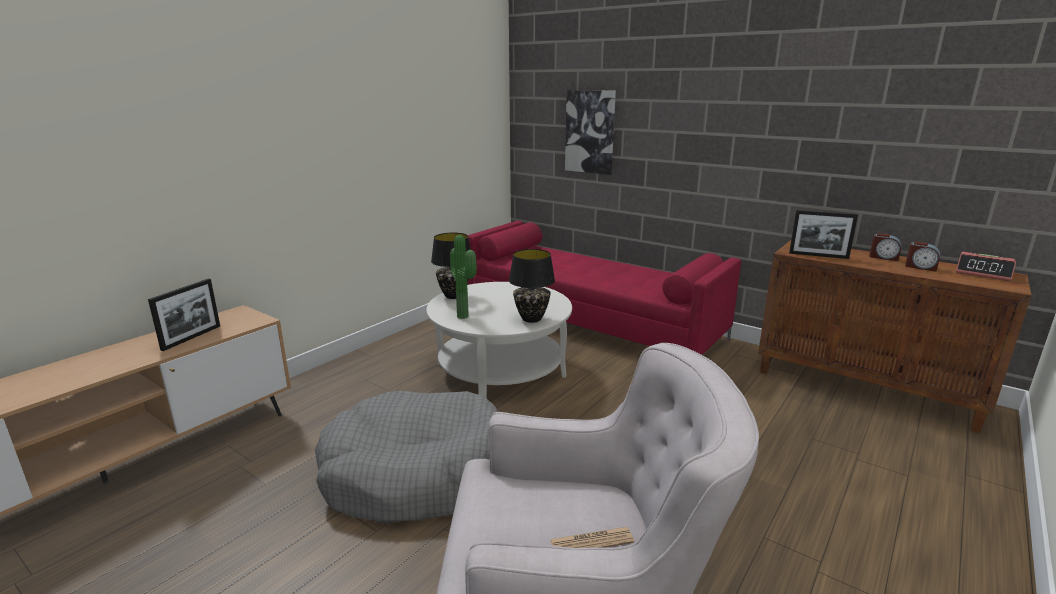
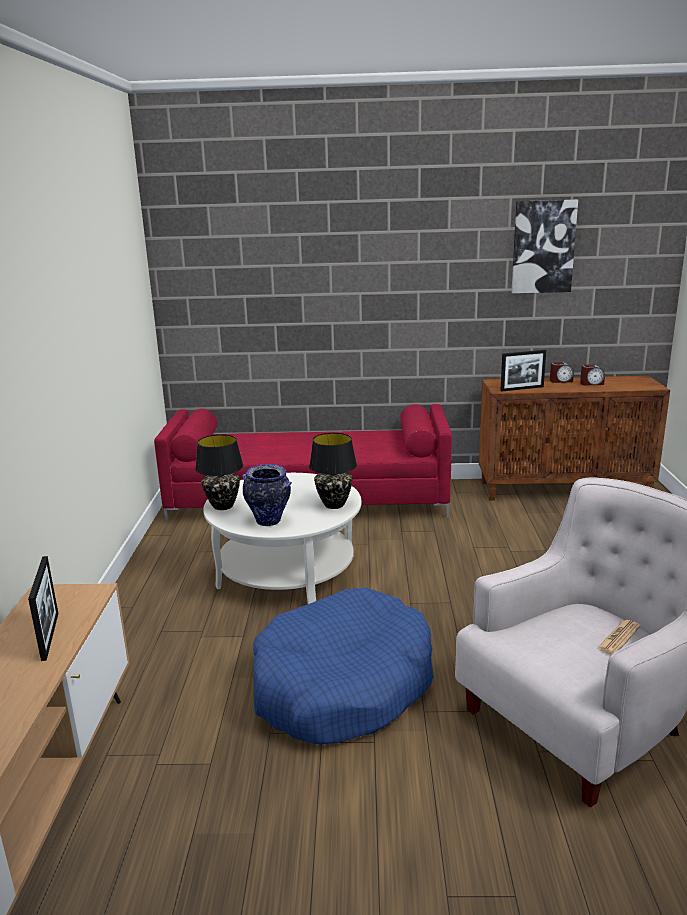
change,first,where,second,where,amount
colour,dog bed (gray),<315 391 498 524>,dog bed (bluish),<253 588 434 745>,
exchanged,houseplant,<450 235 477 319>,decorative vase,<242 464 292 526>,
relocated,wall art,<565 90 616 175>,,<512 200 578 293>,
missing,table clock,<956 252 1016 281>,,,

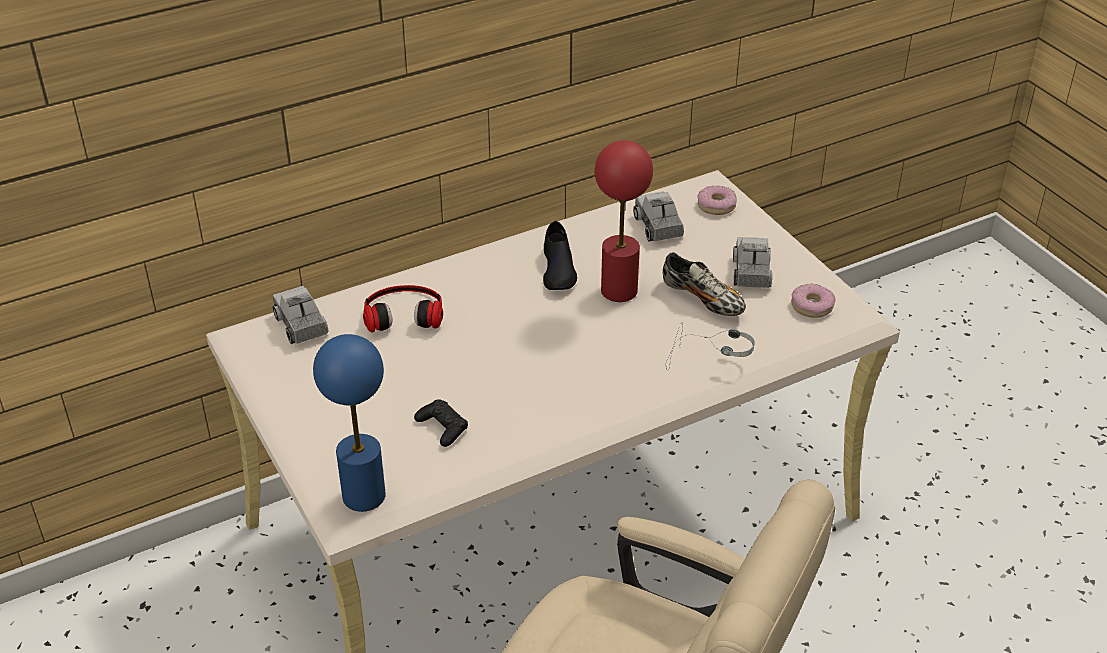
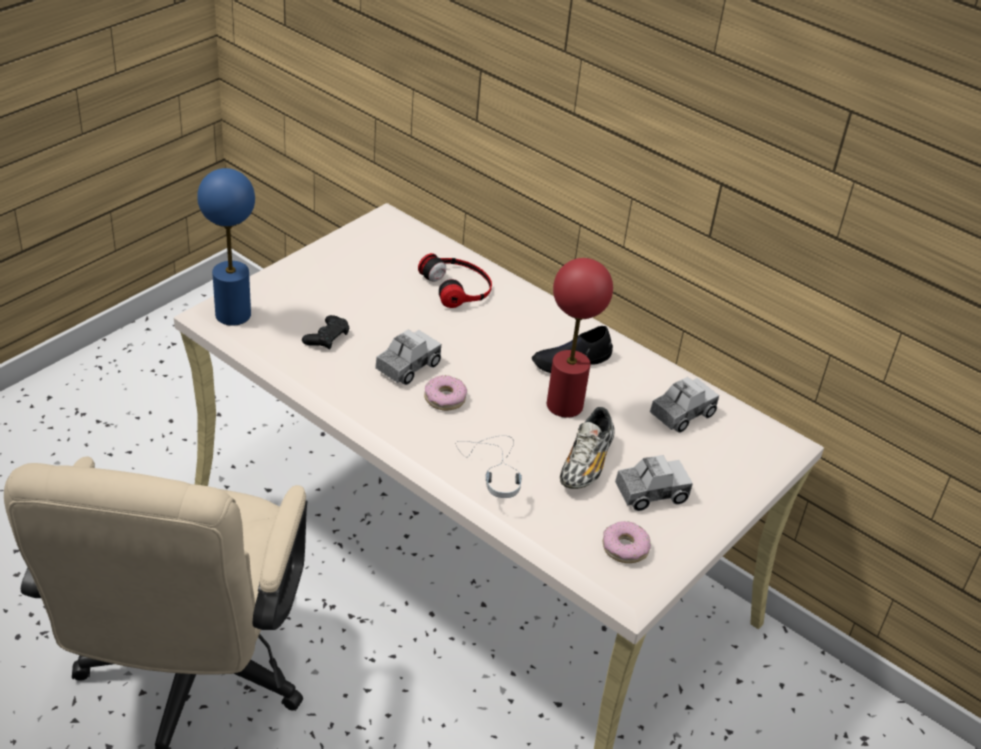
change,first,where,second,where,amount
relocated,toy lorry,<273 286 328 344>,,<375 329 441 385>,
relocated,donut,<697 185 737 215>,,<424 375 467 411>,

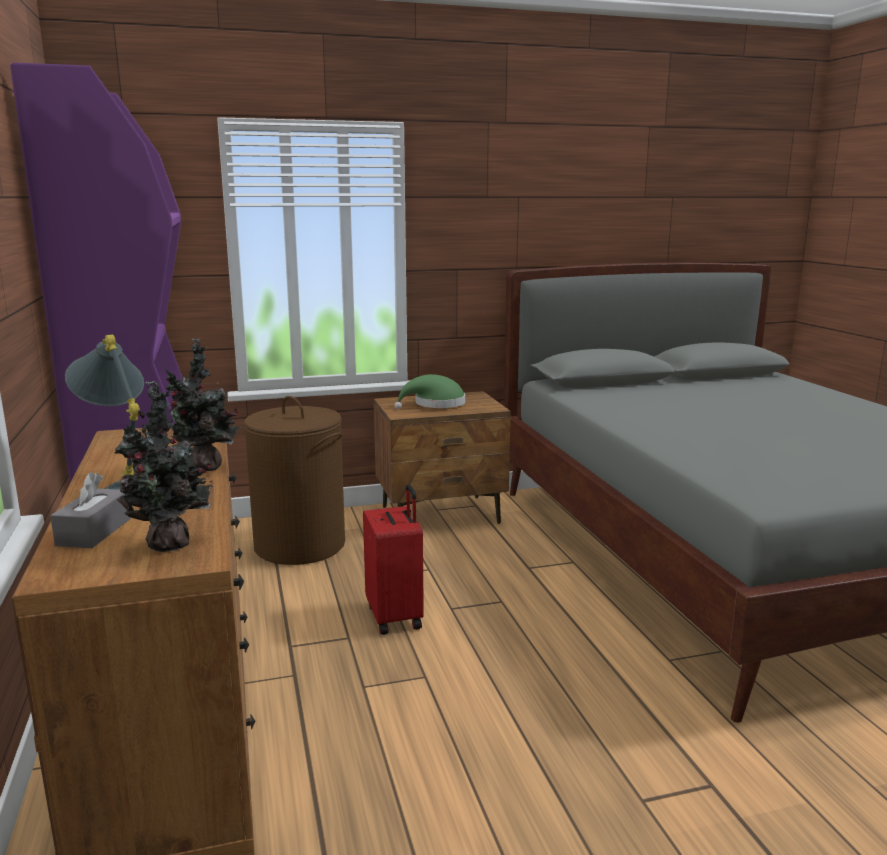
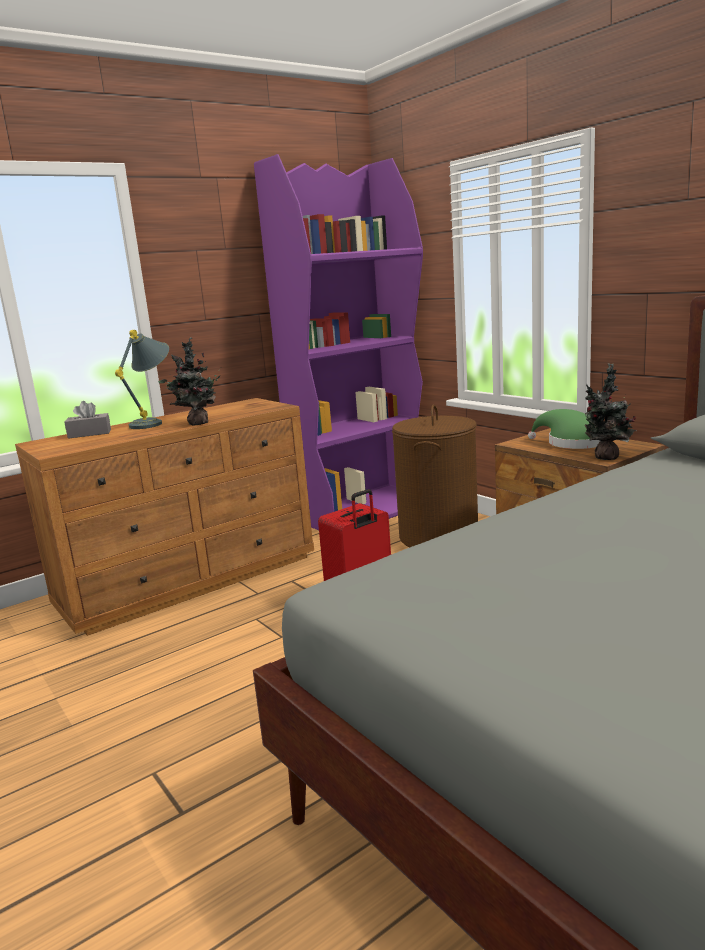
change,first,where,second,where,amount
relocated,houseplant,<115 381 213 552>,,<585 363 637 460>,

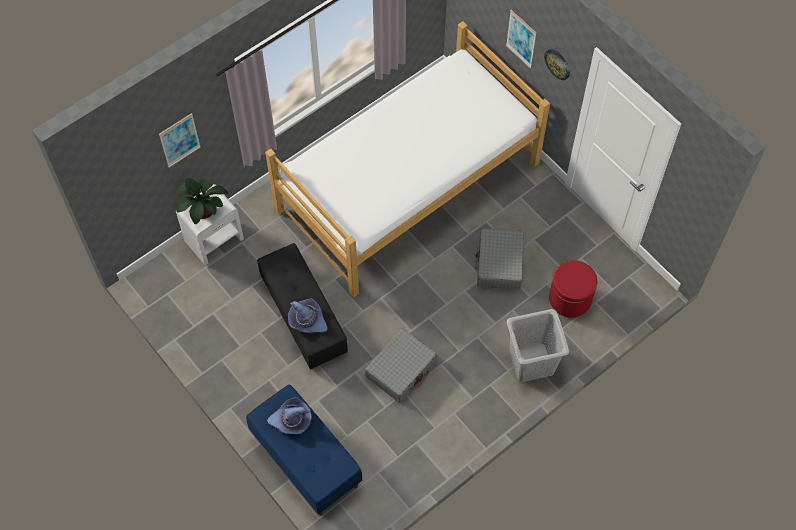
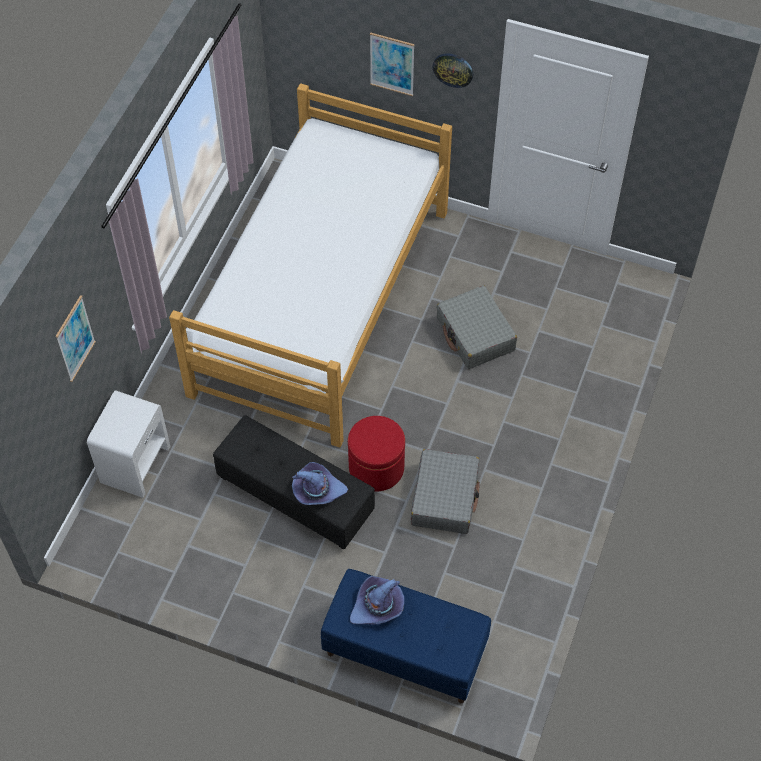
change,first,where,second,where,amount
missing,houseplant,<176 177 228 224>,,,
missing,laundry basket (gray),<507 309 569 382>,,,
relocated,pouffe (red-coloured),<549 260 597 318>,,<348 416 405 491>,

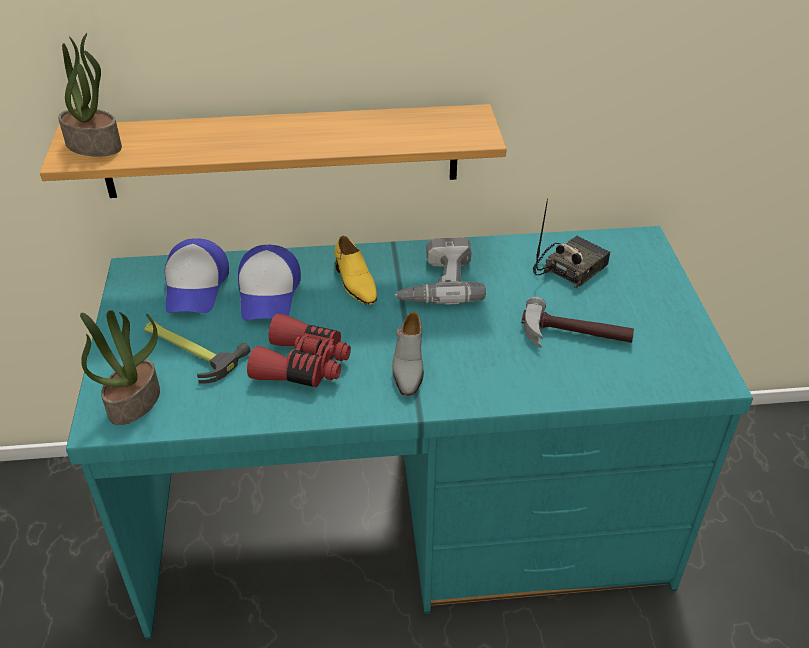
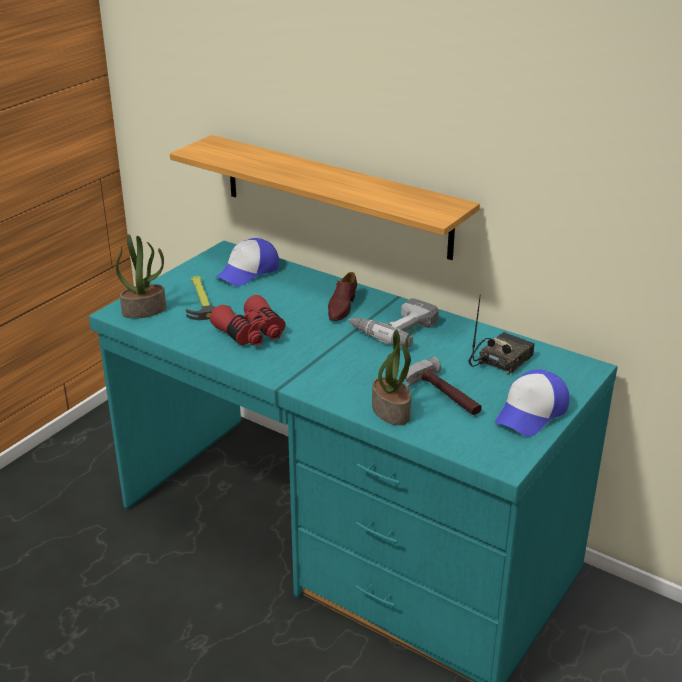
change,first,where,second,where,amount
relocated,houseplant,<58 33 122 157>,,<372 328 416 425>,
relocated,cap,<238 245 301 321>,,<495 369 570 437>,
colour,shoe (yellow-coloured),<335 236 377 305>,shoe (brown-coloured),<328 272 357 321>,
missing,shoe (gray),<392 312 424 396>,,,
spun,radio,<533 199 610 288>,,<468 297 535 375>,45 degrees counterclockwise

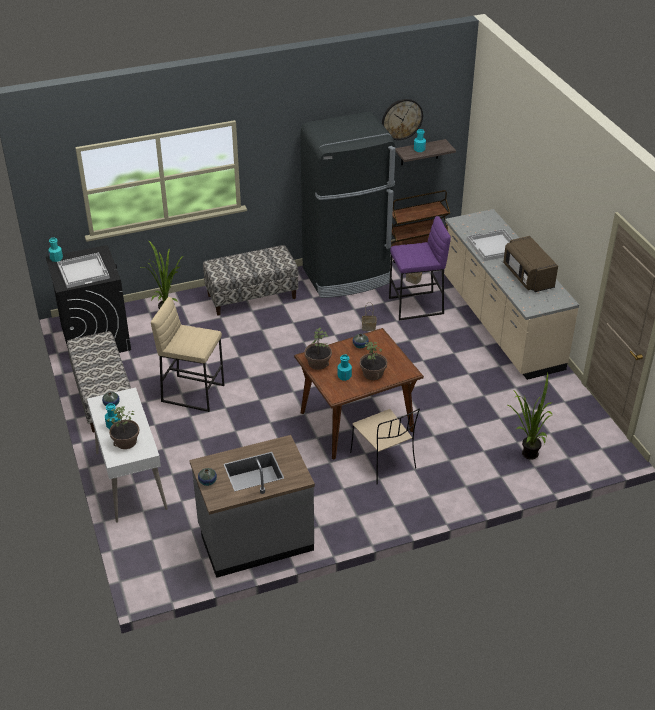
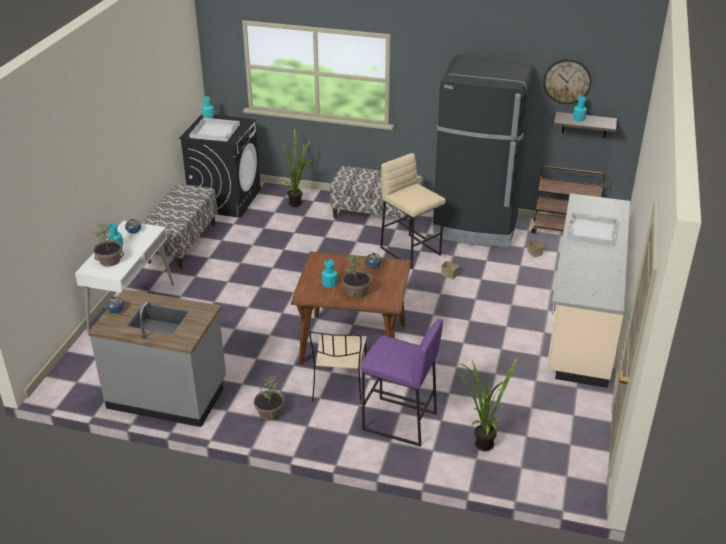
change,first,where,second,where,amount
relocated,sitting stool (beige),<151 297 224 412>,,<380 153 446 269>,
relocated,houseplant,<305 328 332 370>,,<254 376 284 420>,
relocated,sitting stool (purple-coloured),<389 216 451 321>,,<360 319 443 447>,
missing,microwave (brown-coloured),<503 236 558 292>,,,

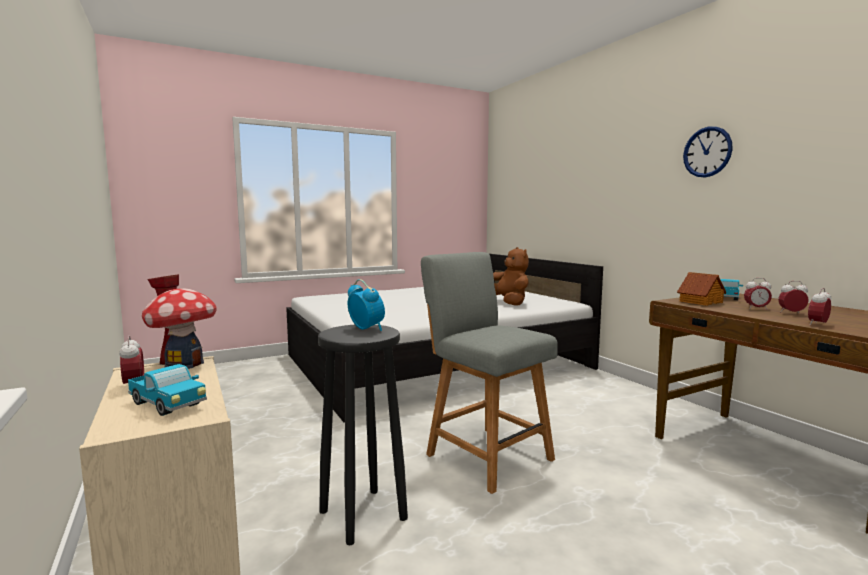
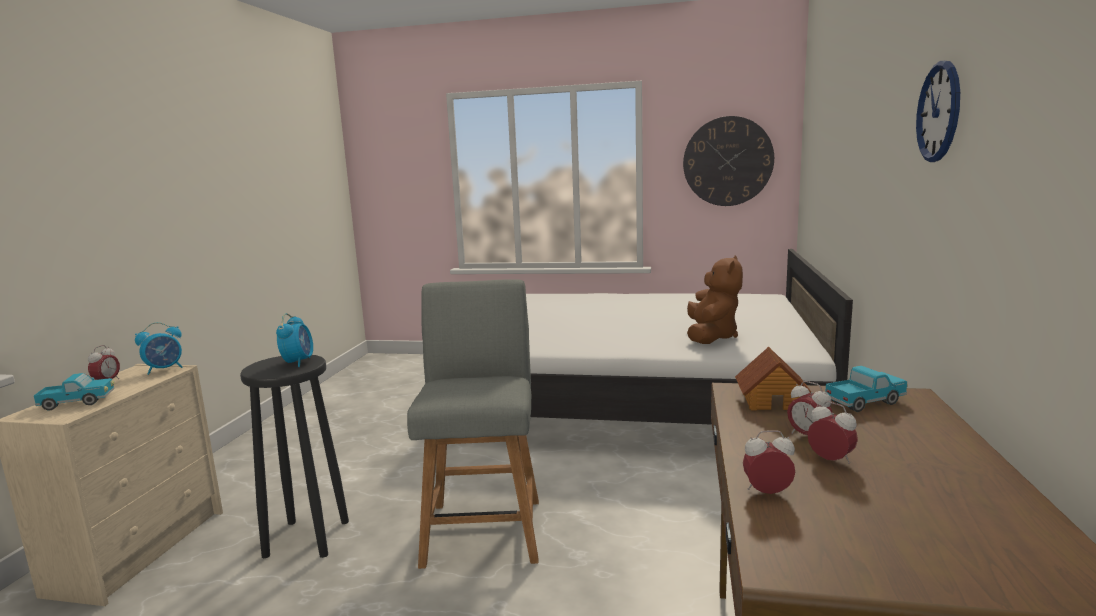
change,first,where,second,where,amount
spun,toy lorry,<128 364 207 416>,,<34 373 115 410>,90 degrees counterclockwise
exchanged,model house,<142 274 217 369>,table clock,<135 322 182 375>,
appeared,,,clock on the wall,<683 116 774 206>,

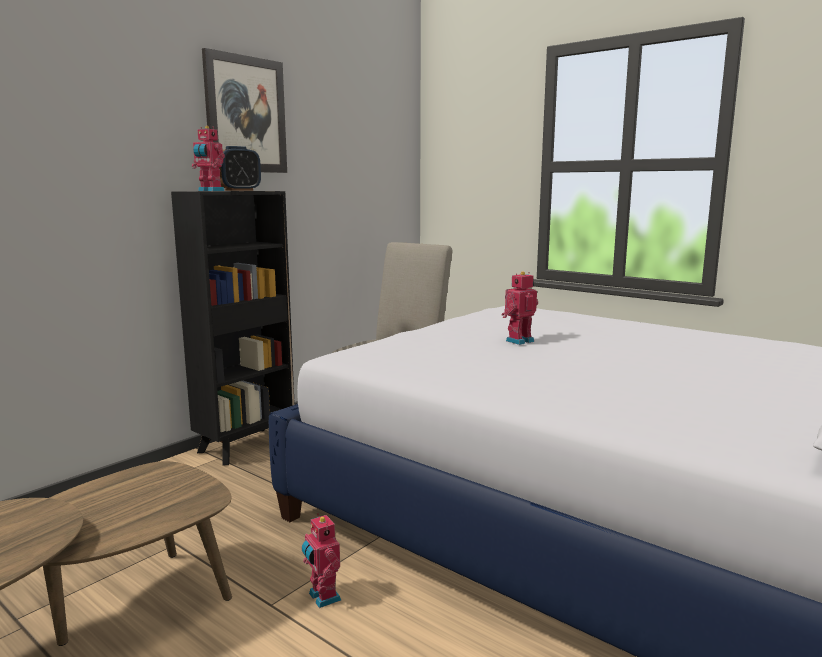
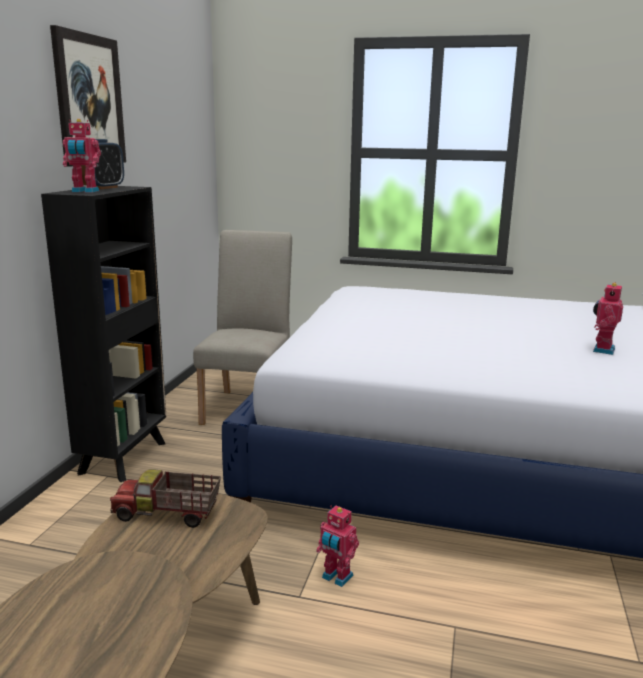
change,first,where,second,where,amount
relocated,toy robot,<502 271 538 345>,,<593 282 623 355>,
appeared,,,toy lorry,<110 470 221 528>,

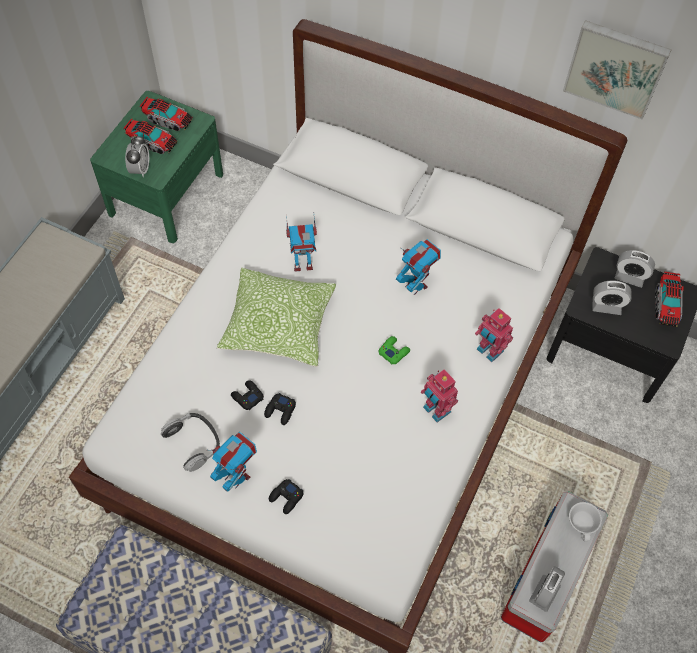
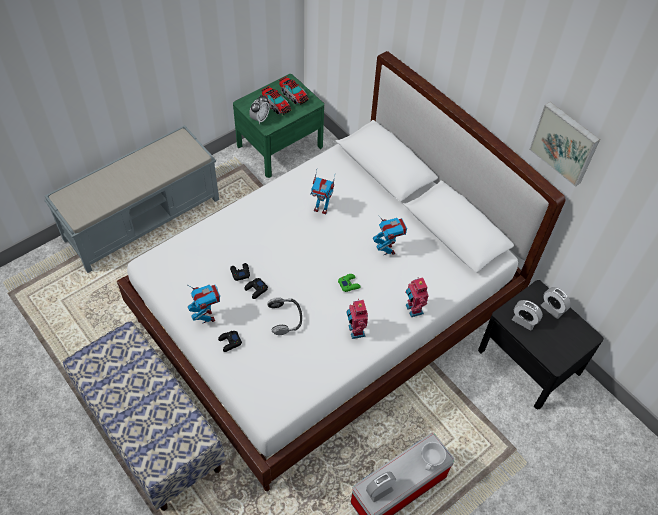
change,first,where,second,where,amount
relocated,headset,<161 413 220 472>,,<267 297 302 335>,
missing,throw pillow,<217 268 336 367>,,,
missing,toy lorry,<655 271 684 327>,,,

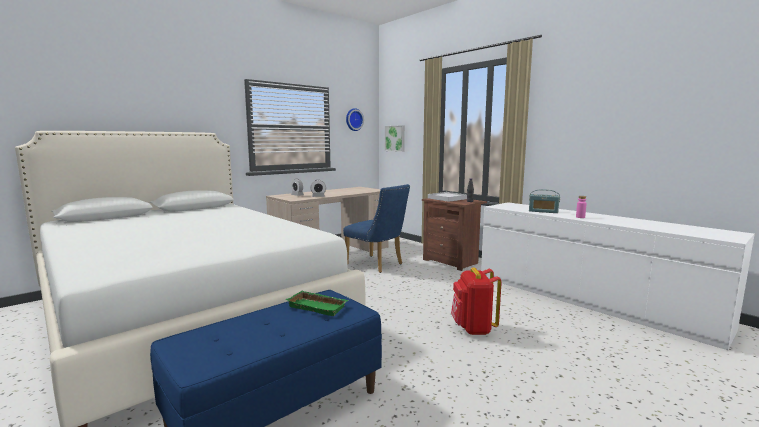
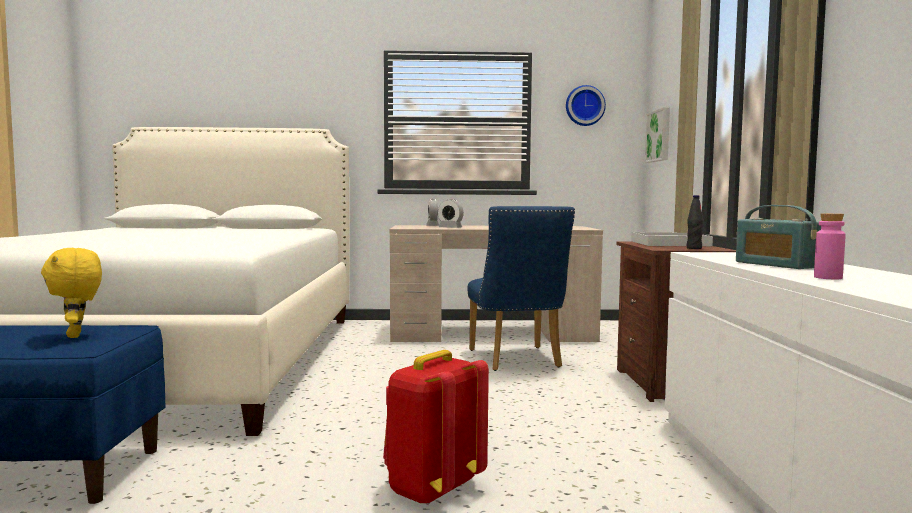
change,first,where,second,where,amount
exchanged,serving tray (greenish),<285 291 349 316>,cuddly toy (yellow-coloured),<41 248 102 338>,

